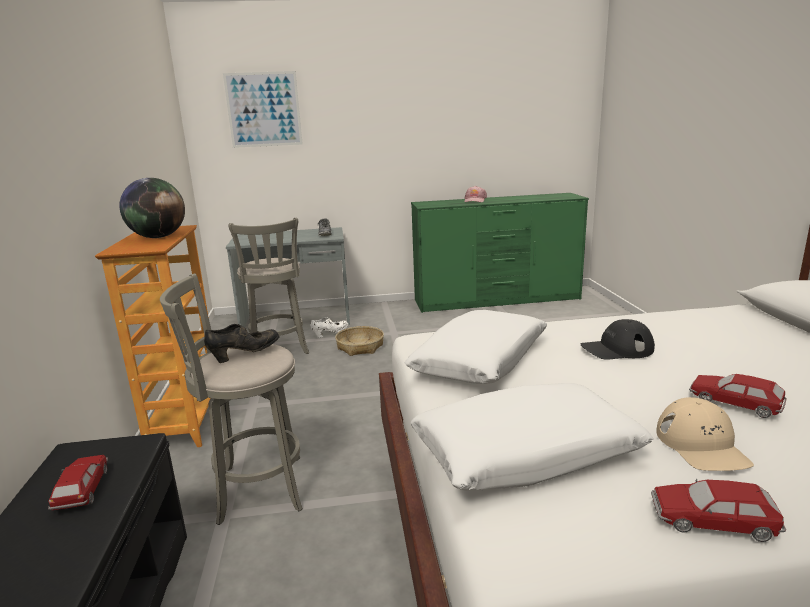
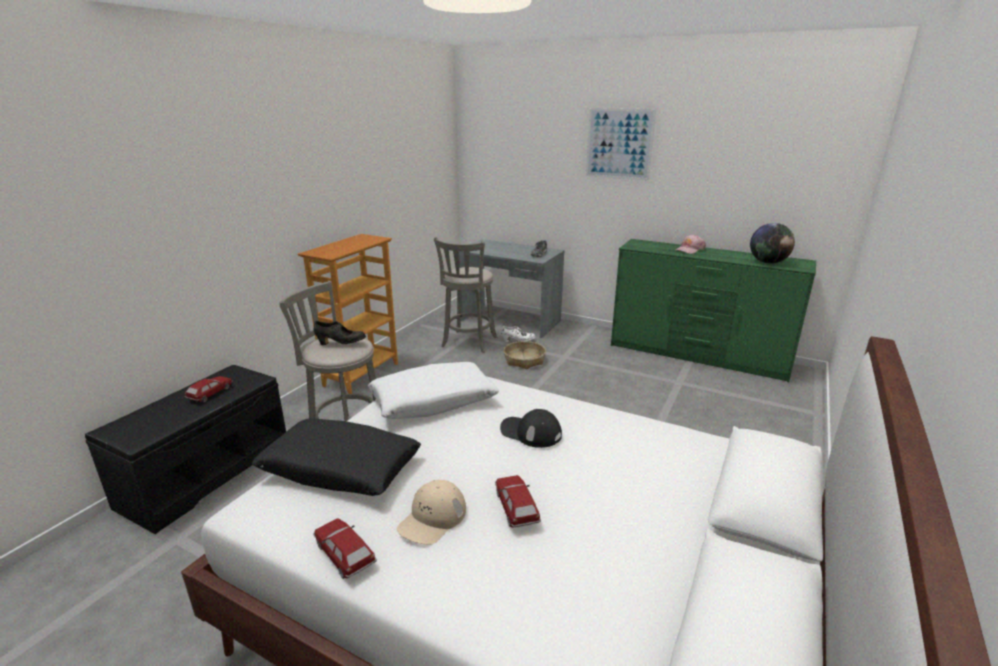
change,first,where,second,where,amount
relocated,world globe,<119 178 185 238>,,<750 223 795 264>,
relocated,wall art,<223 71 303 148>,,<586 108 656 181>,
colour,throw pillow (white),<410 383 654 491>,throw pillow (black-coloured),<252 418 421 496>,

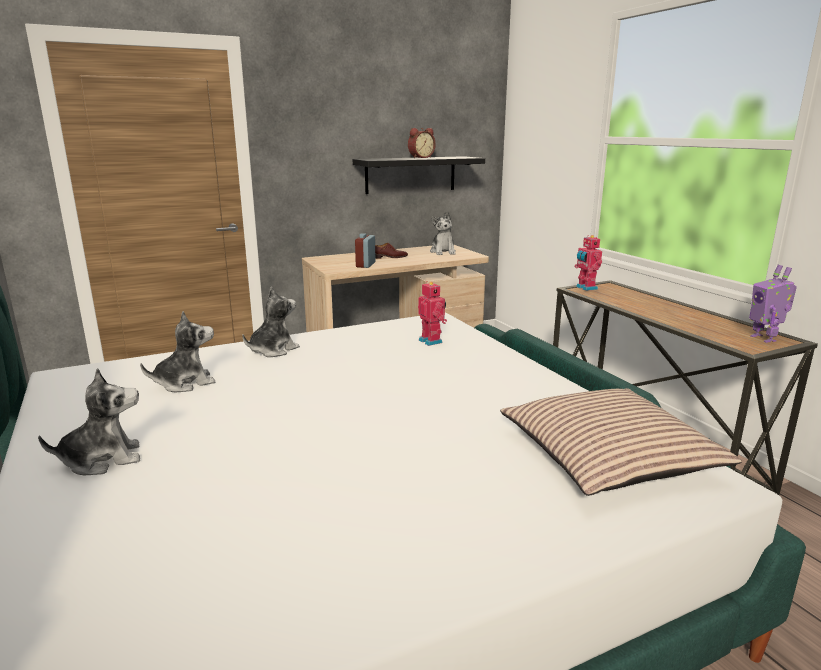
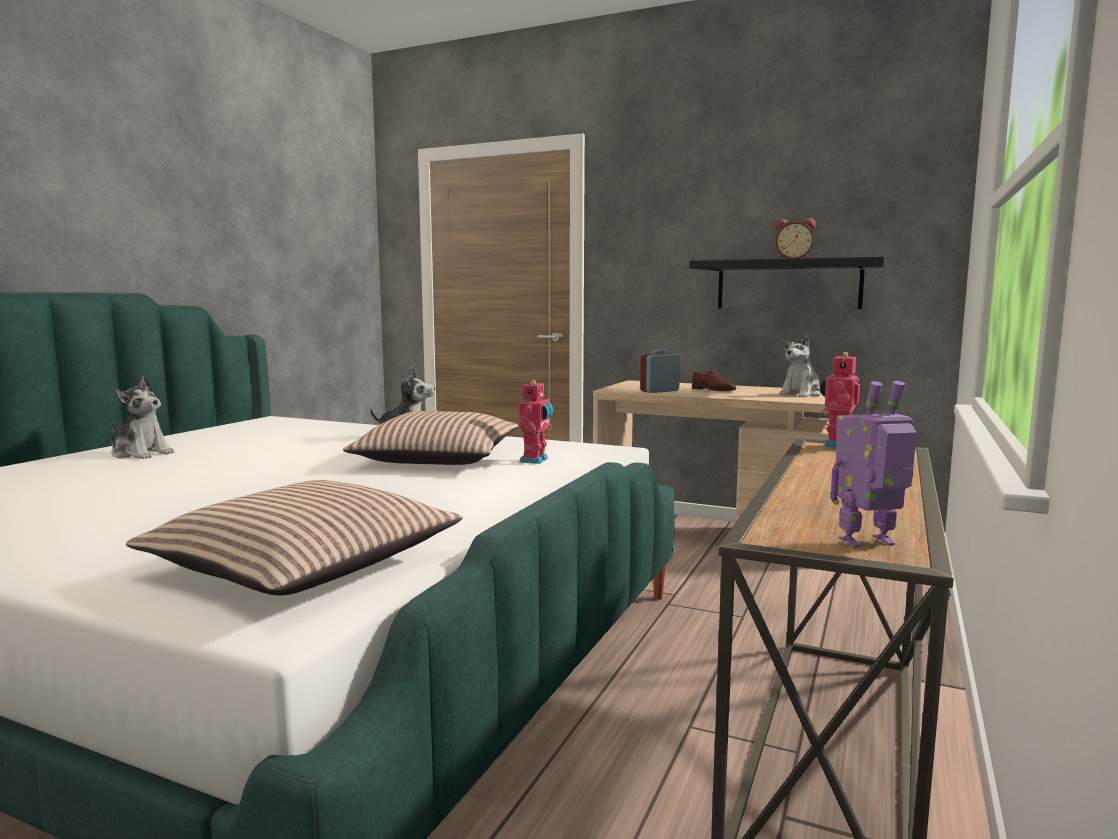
change,first,where,second,where,amount
missing,cuddly toy,<140 311 215 392>,,,
spun,toy robot,<749 265 797 343>,,<831 381 917 548>,45 degrees clockwise
appeared,,,throw pillow,<343 411 519 465>,

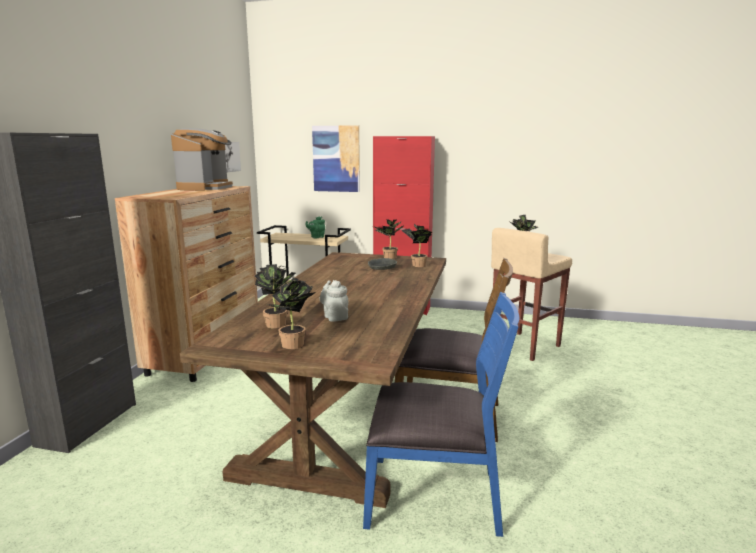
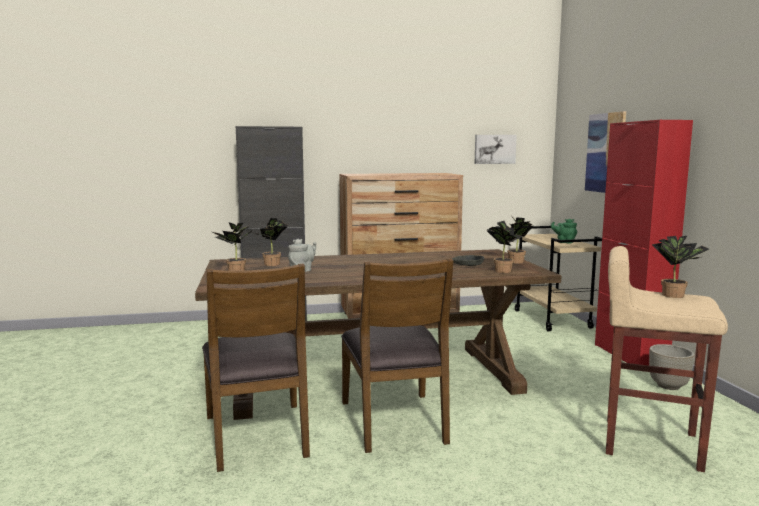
change,first,where,second,where,amount
missing,coffee machine,<171 128 233 191>,,,
colour,chair (bluish),<363 292 519 537>,chair (brown-coloured),<202 264 310 472>,
appeared,,,planter (gray),<649 344 695 390>,

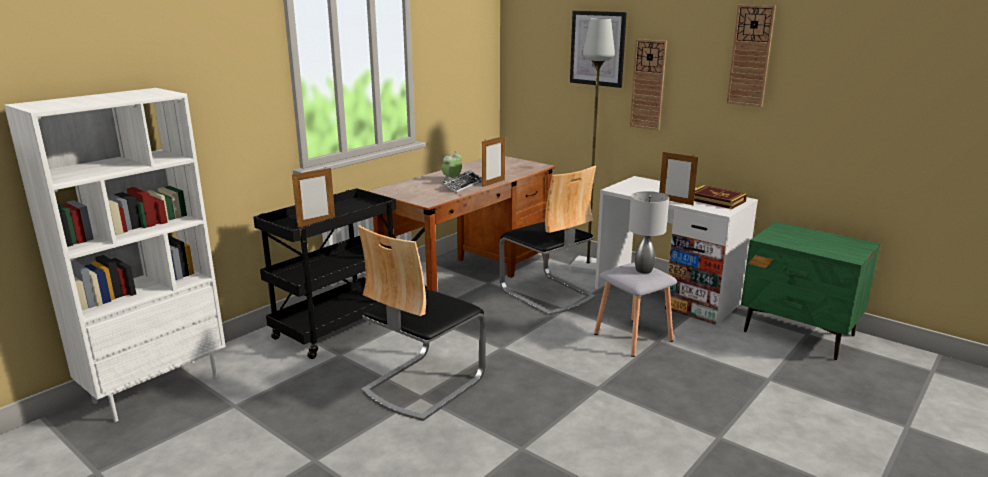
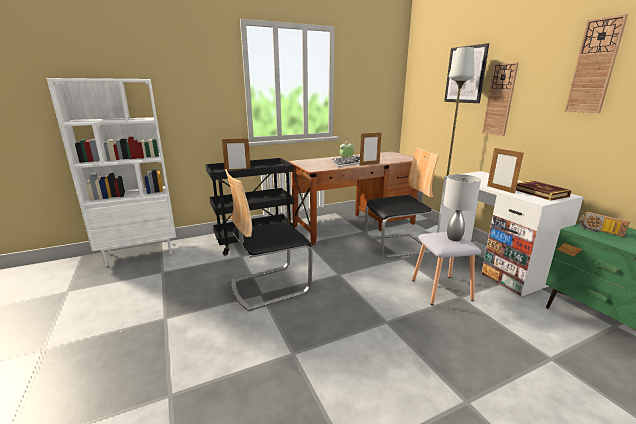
change,first,where,second,where,amount
spun,chair,<499 166 596 315>,,<365 148 439 258>,90 degrees counterclockwise
appeared,,,radio,<579 212 630 237>,

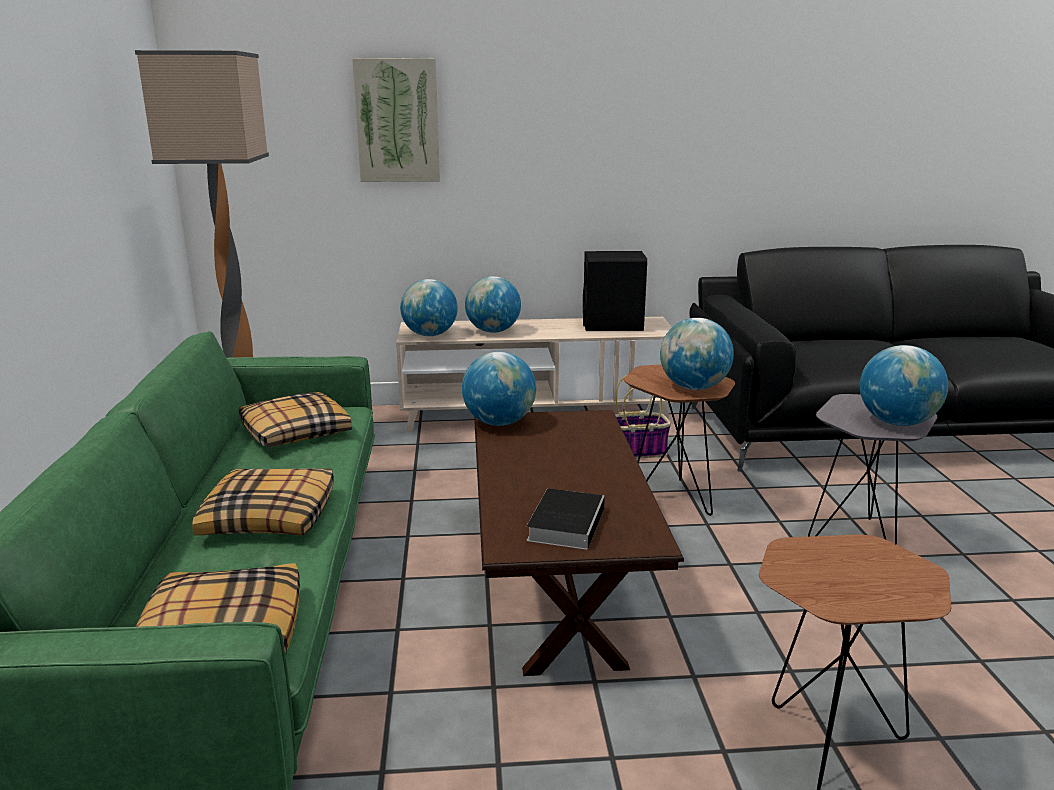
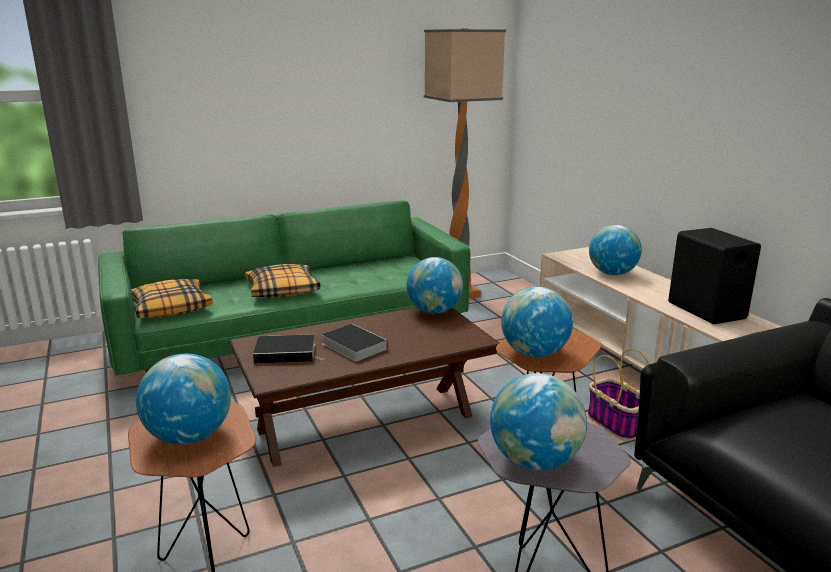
change,first,where,second,where,amount
missing,throw pillow,<239 392 352 447>,,,
missing,wall art,<352 58 440 182>,,,
relocated,world globe,<400 279 458 336>,,<136 354 231 445>,
appeared,,,bound book,<322 324 388 362>,

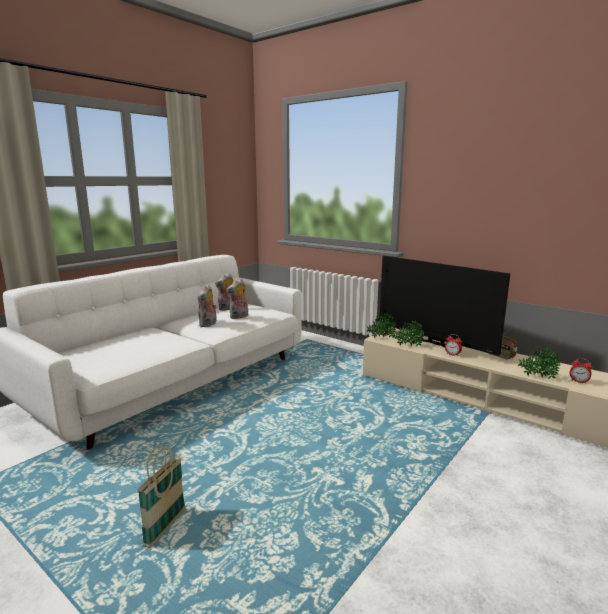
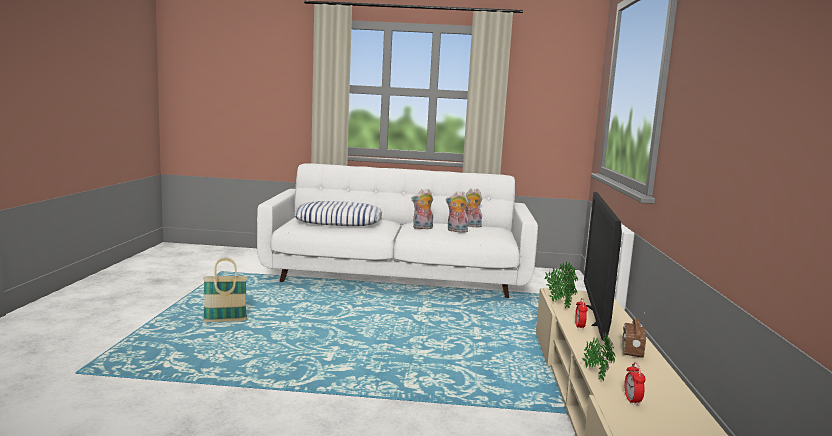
change,first,where,second,where,amount
appeared,,,throw pillow,<295 201 382 226>,

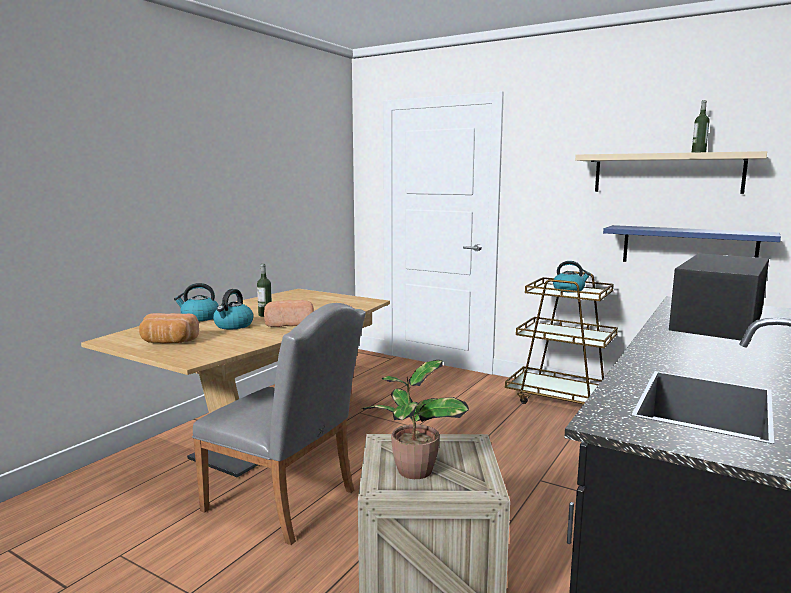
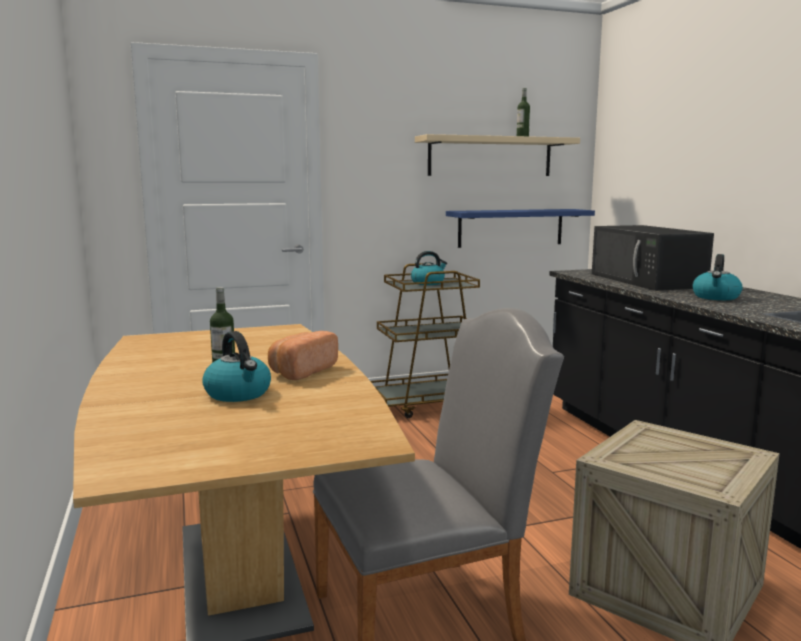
change,first,where,second,where,amount
missing,bakery bread,<139 313 199 343>,,,
relocated,water kettle,<174 283 219 321>,,<692 254 743 300>,
missing,houseplant,<362 360 469 479>,,,

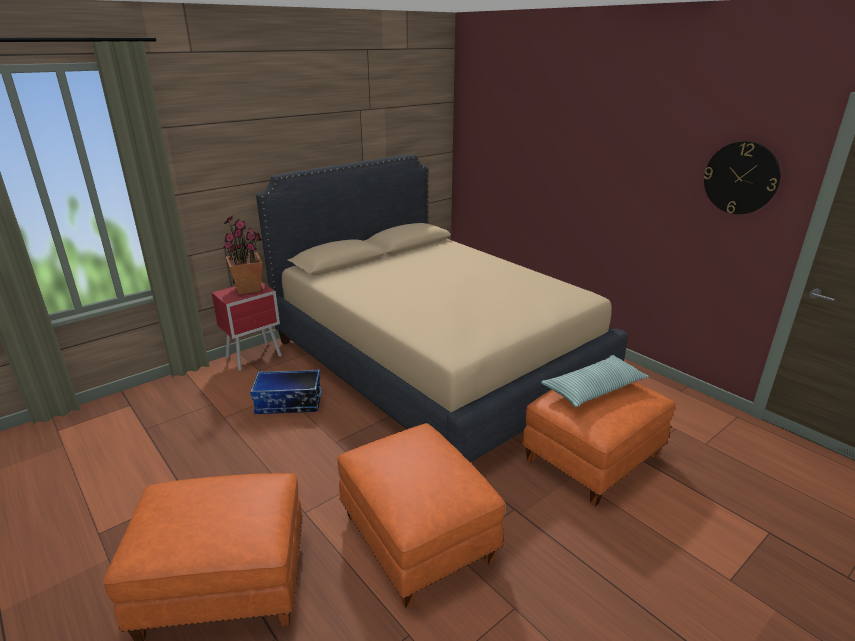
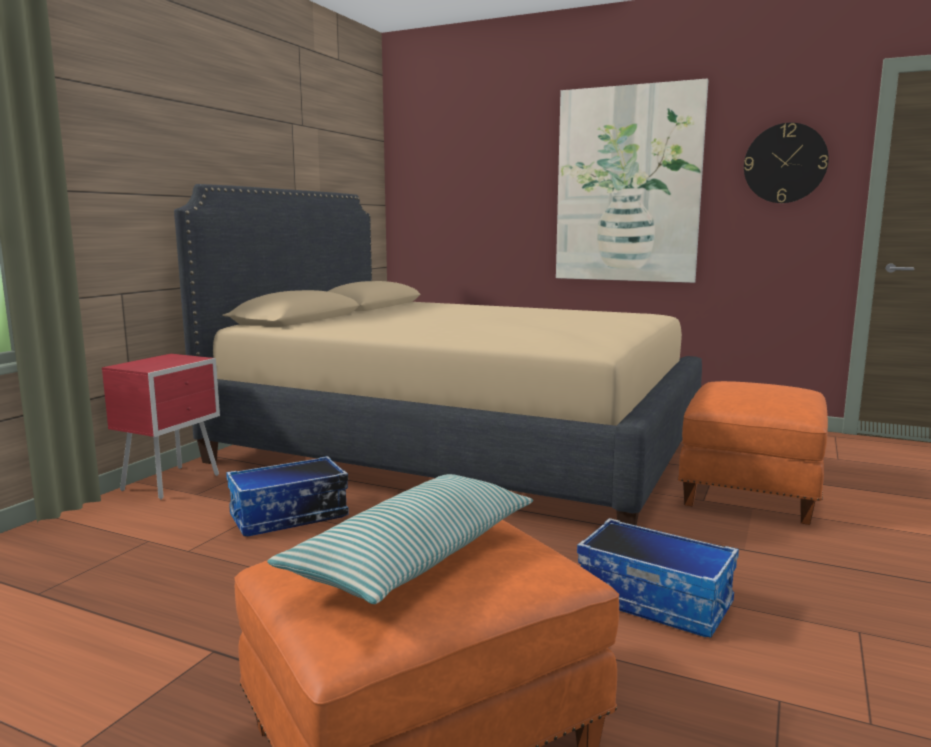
change,first,where,second,where,amount
missing,houseplant,<223 216 262 295>,,,
exchanged,pouffe (orange),<337 423 505 608>,storage box,<577 518 739 638>,
relocated,throw pillow,<541 355 649 407>,,<267 474 533 604>,
appeared,,,wall art,<556 79 708 283>,

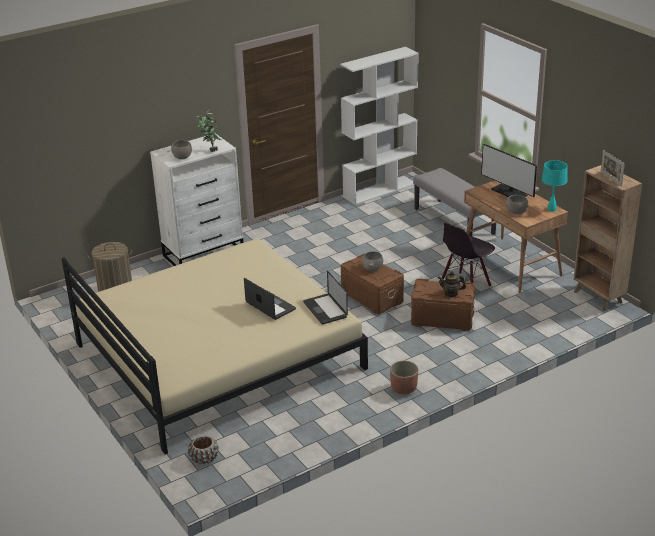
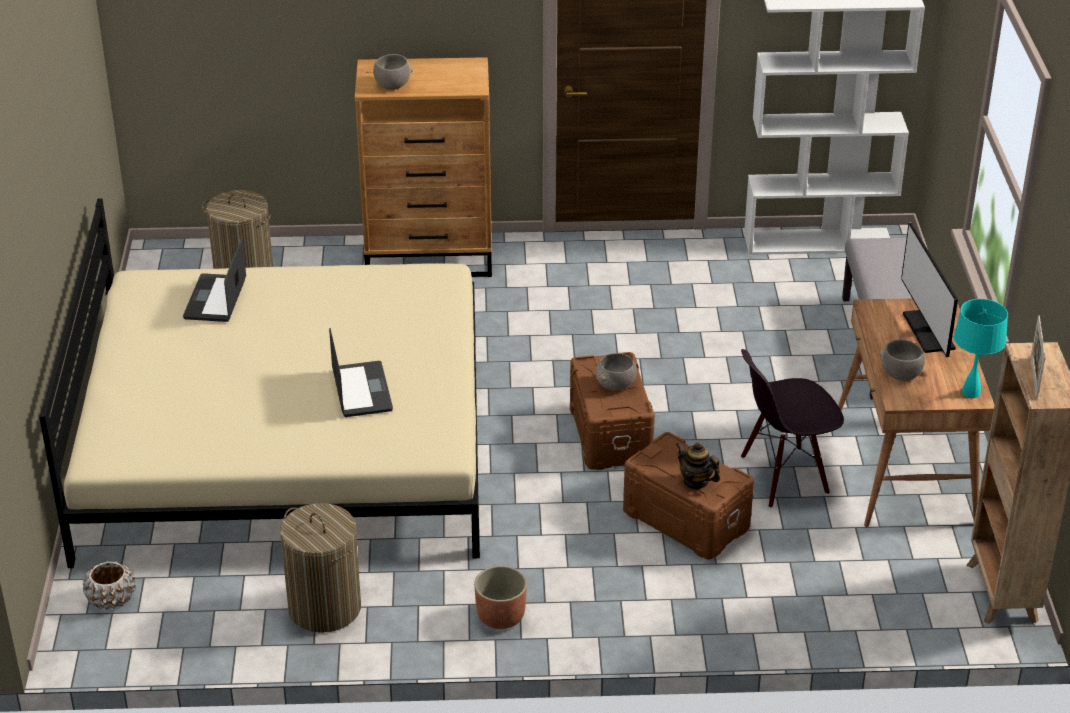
change,first,where,second,where,amount
colour,drawer chest (white),<150 133 243 266>,drawer chest (brown-coloured),<355 57 492 277>,
missing,houseplant,<196 109 221 152>,,,
relocated,laptop,<303 271 348 324>,,<183 238 246 322>,
appeared,,,laundry basket,<280 503 361 633>,

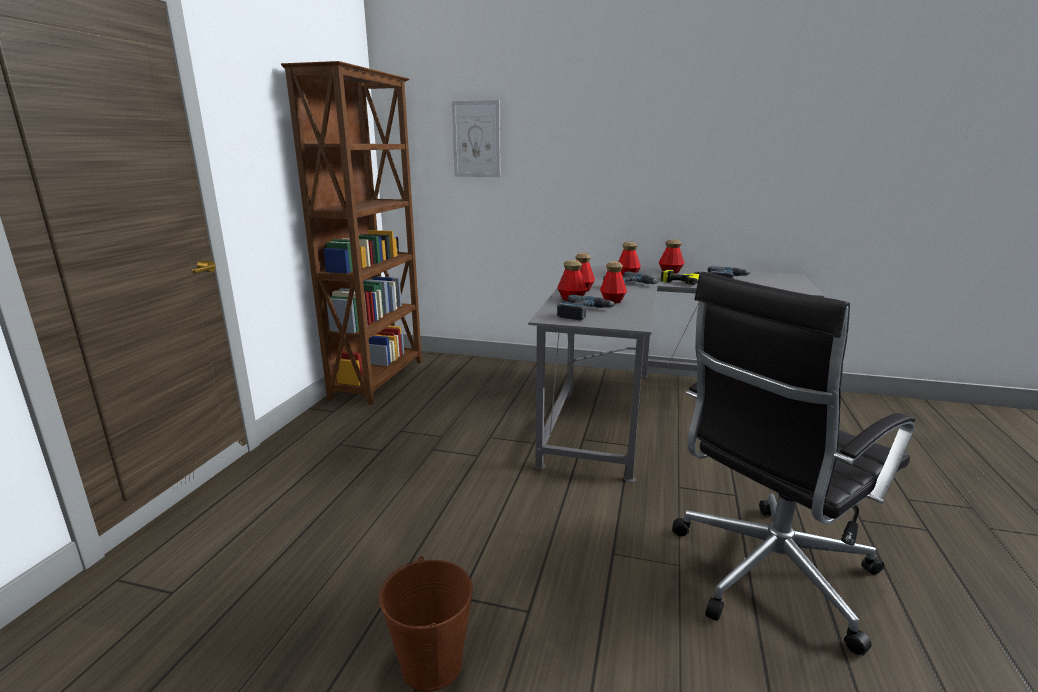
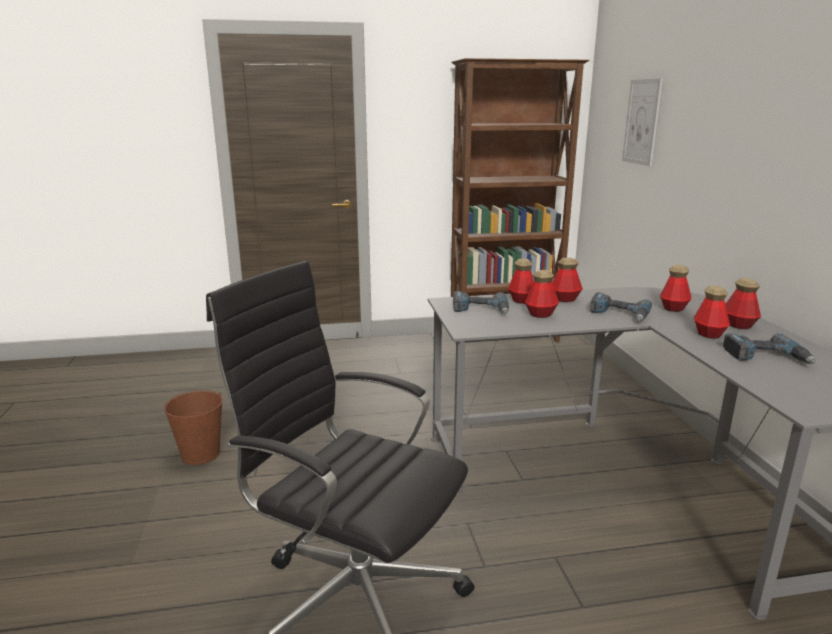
change,first,where,second,where,amount
exchanged,drill,<661 269 703 285>,drink bottle,<694 286 730 339>,

